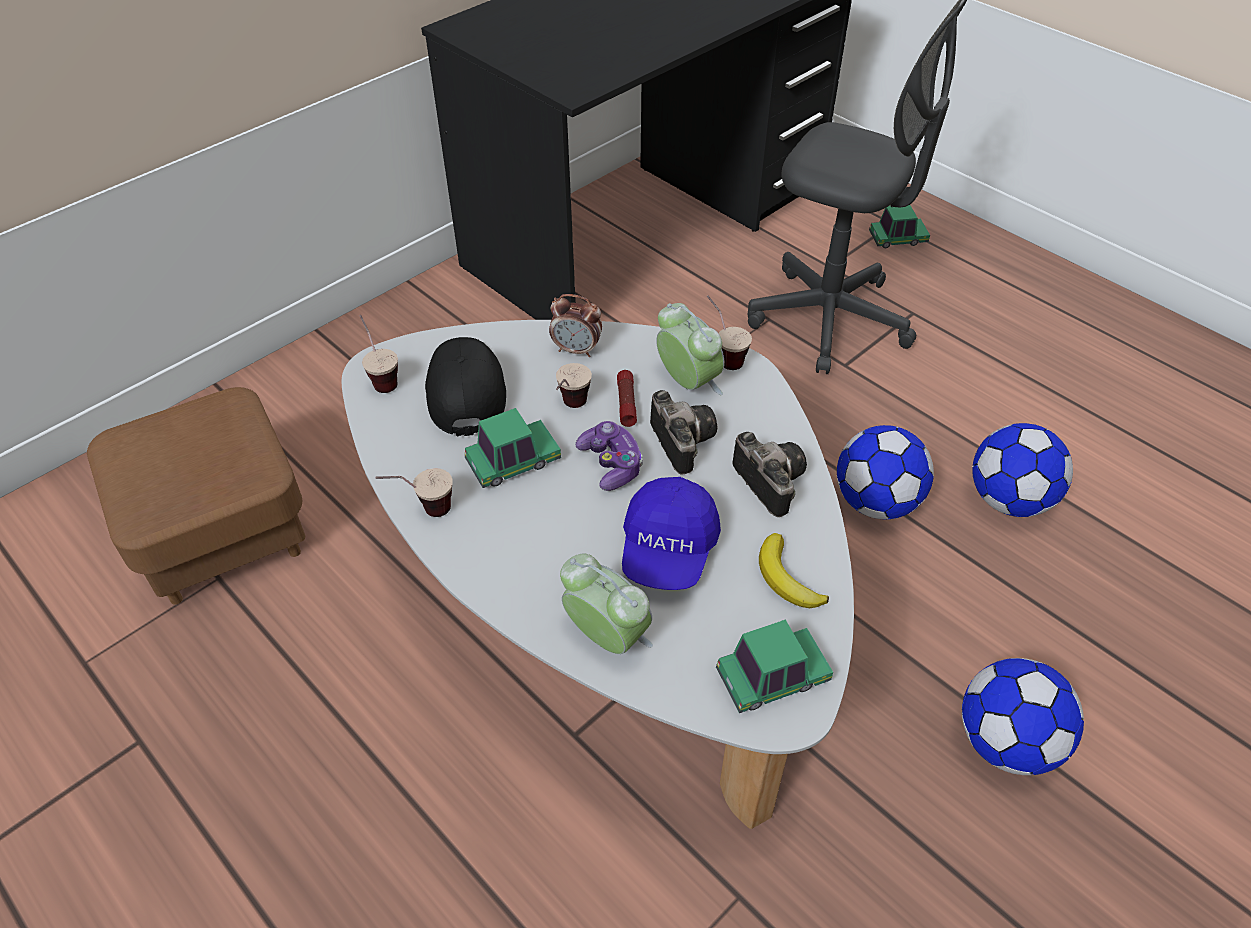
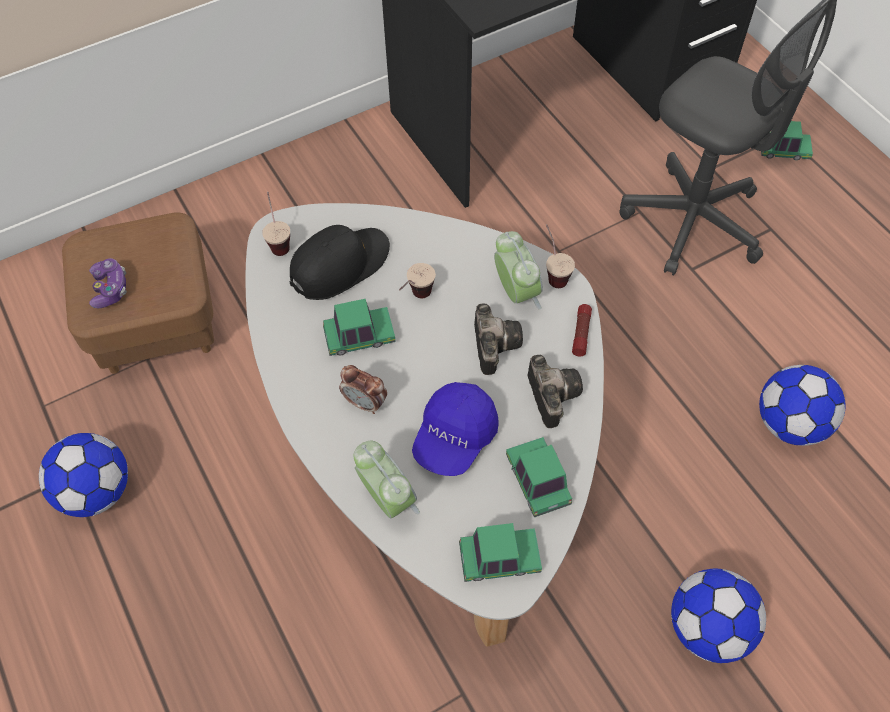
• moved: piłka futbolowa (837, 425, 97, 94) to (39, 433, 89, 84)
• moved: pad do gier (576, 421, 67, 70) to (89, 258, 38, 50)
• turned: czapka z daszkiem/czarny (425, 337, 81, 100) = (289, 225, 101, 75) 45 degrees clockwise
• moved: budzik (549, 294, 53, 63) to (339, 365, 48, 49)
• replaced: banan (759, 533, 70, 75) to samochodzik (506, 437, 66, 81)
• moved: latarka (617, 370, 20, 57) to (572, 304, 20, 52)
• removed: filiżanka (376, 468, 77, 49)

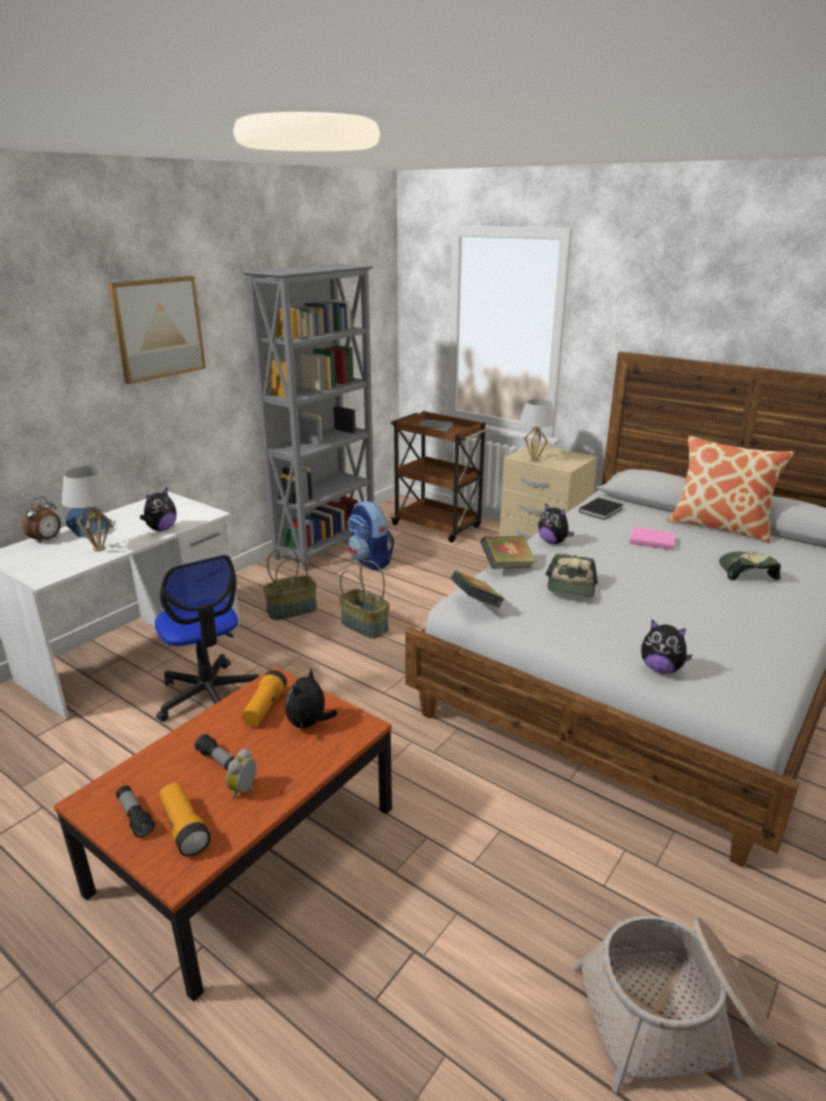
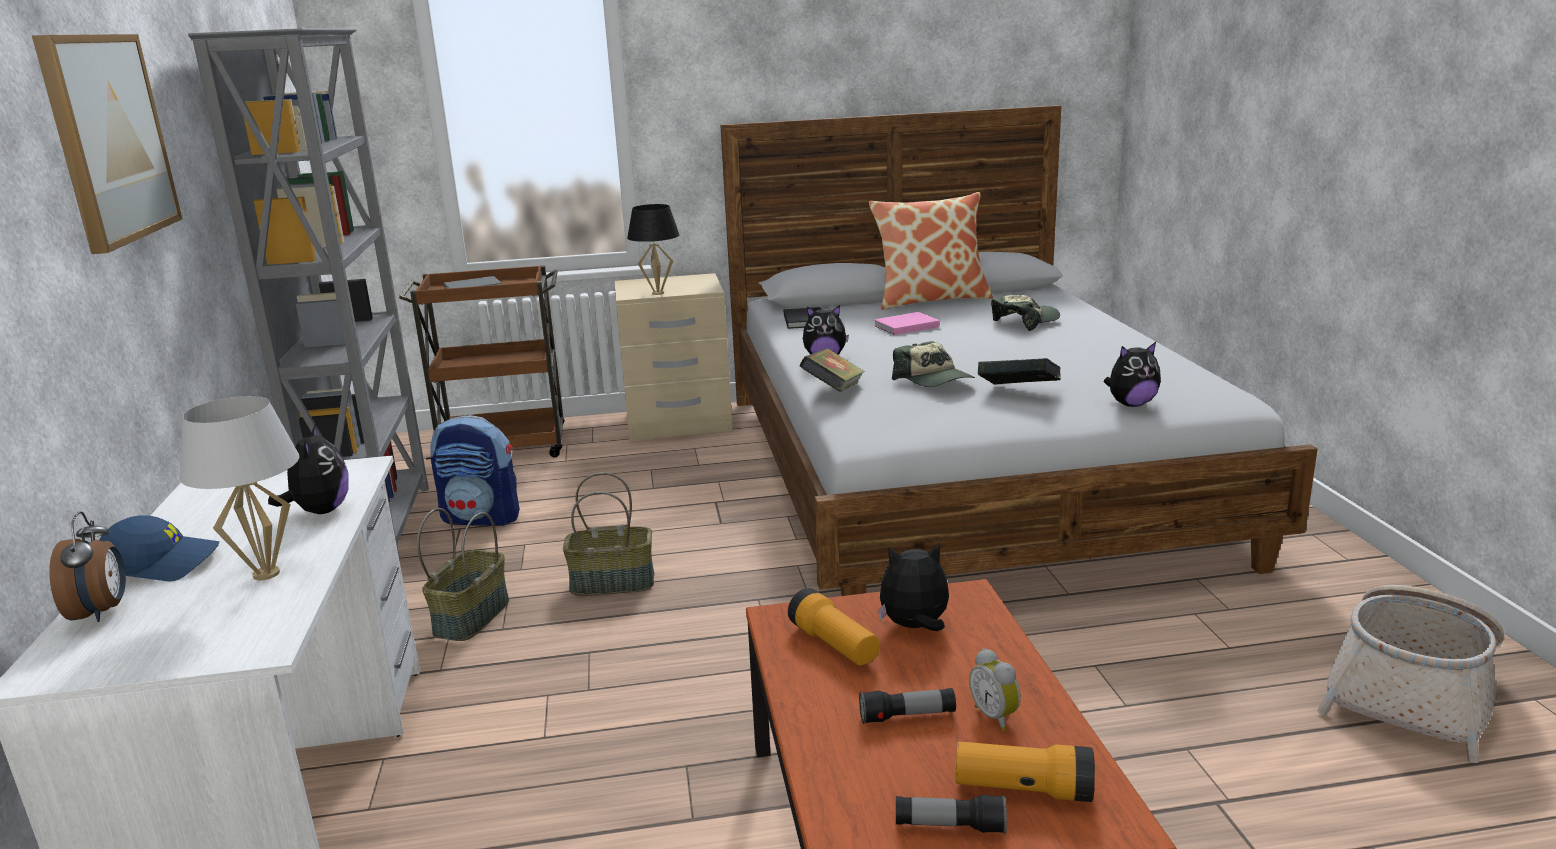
• recoloured: lampa stołowa/biały (519, 399, 37, 63) to lampa stołowa/czarny (627, 204, 52, 91)
• turned: pluszak (285, 669, 53, 61) = (878, 543, 71, 88) 105 degrees clockwise
• moved: książka (451, 571, 53, 37) to (978, 358, 83, 27)
• turned: czapka z daszkiem (719, 551, 62, 29) = (991, 295, 69, 36) 105 degrees clockwise
• removed: krzesło biurowe (155, 555, 104, 167)

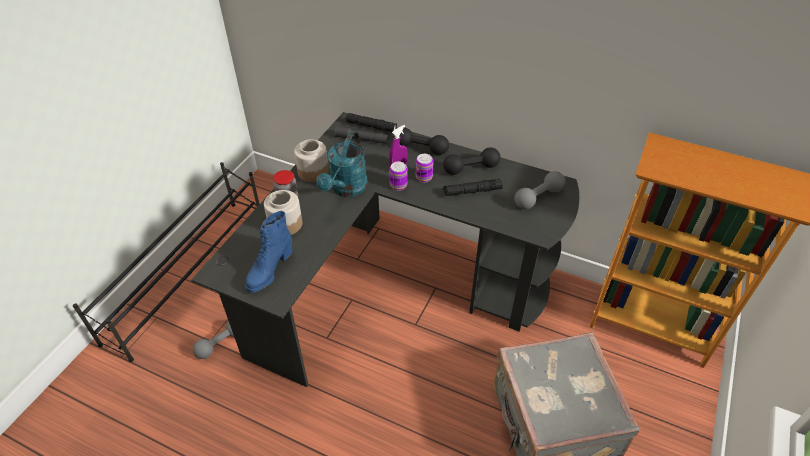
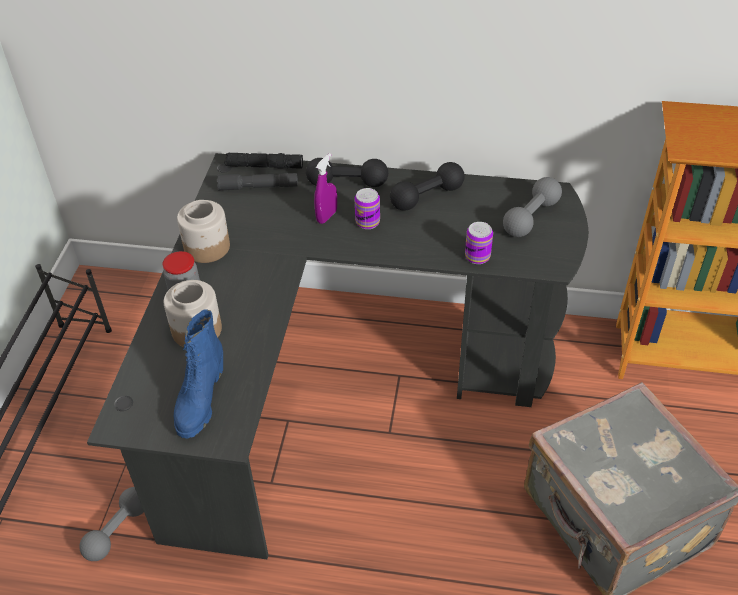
• moved: puszka (390, 161, 17, 30) to (465, 222, 28, 42)
• removed: konewka/turkusowy (316, 131, 52, 66)
• removed: latarka/czarny (443, 179, 60, 17)

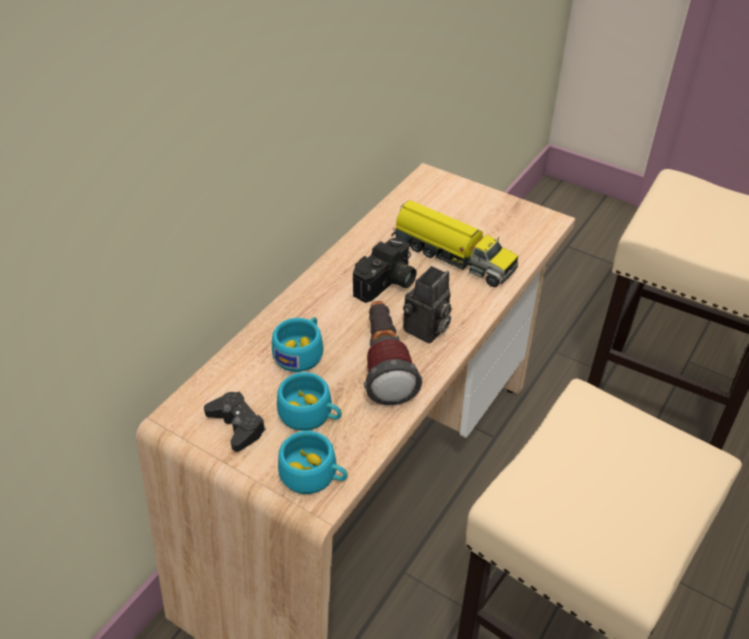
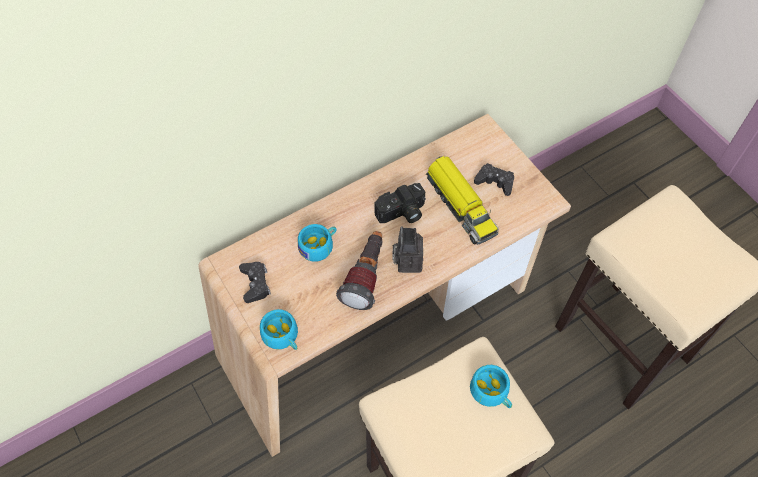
• turned: aparat fotograficzny (403, 266, 49, 78) = (393, 226, 30, 47) 120 degrees clockwise
• moved: filiżanka/turkusowy (277, 372, 65, 59) to (470, 365, 42, 43)
• added: pad do gier/czarny (474, 163, 40, 33)

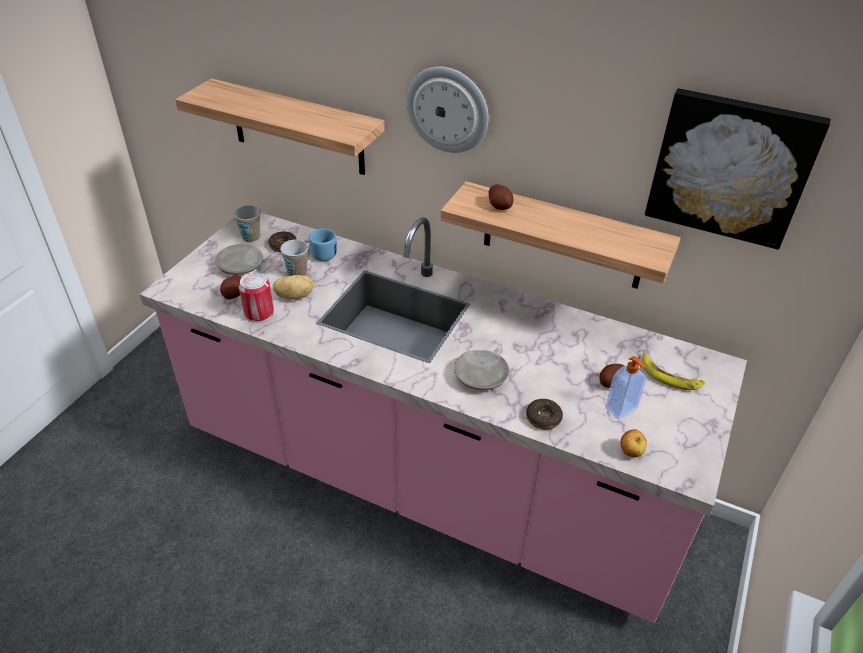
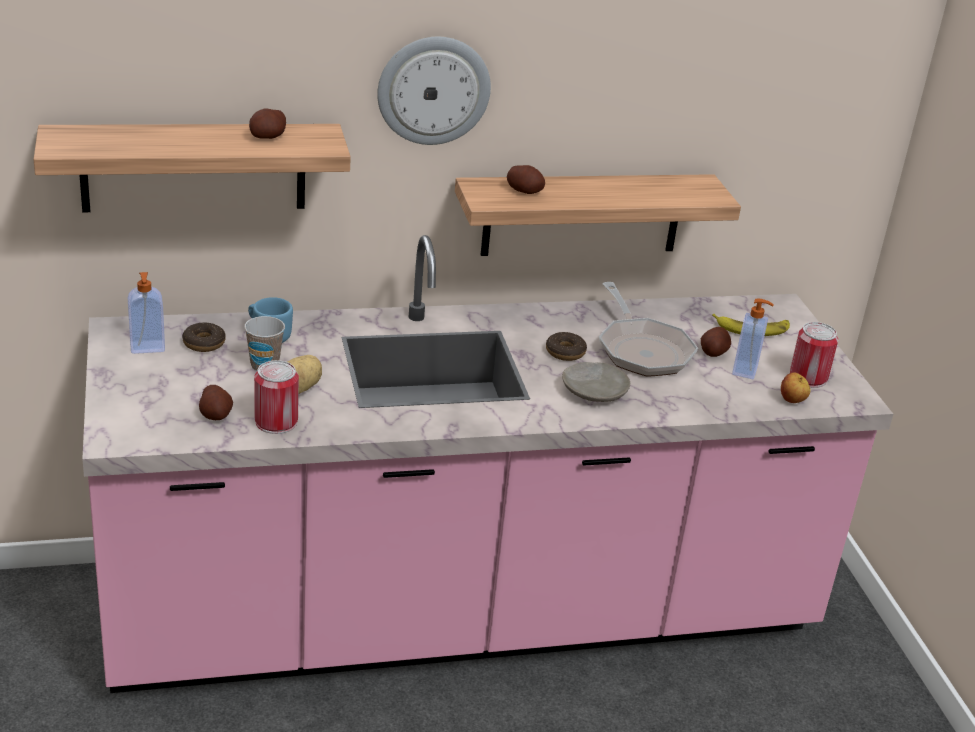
• replaced: filiżanka (234, 206, 26, 36) to dozownik mydła (128, 272, 37, 82)
• added: ziemniak (249, 108, 37, 31)
• moved: donut (526, 399, 37, 31) to (546, 332, 41, 29)
• added: patelnia (599, 282, 99, 95)
• added: puszka (790, 322, 48, 66)
• removed: talerz/beżowy (215, 244, 48, 31)
• removed: obraz (645, 88, 186, 162)

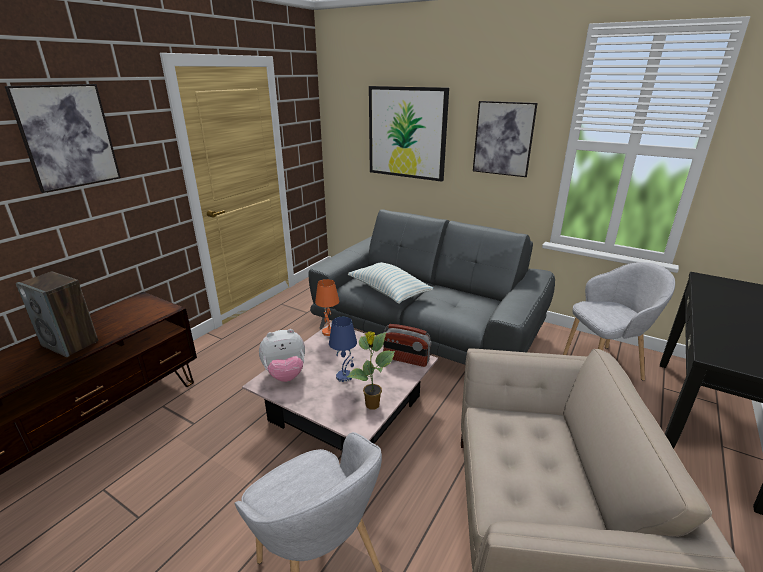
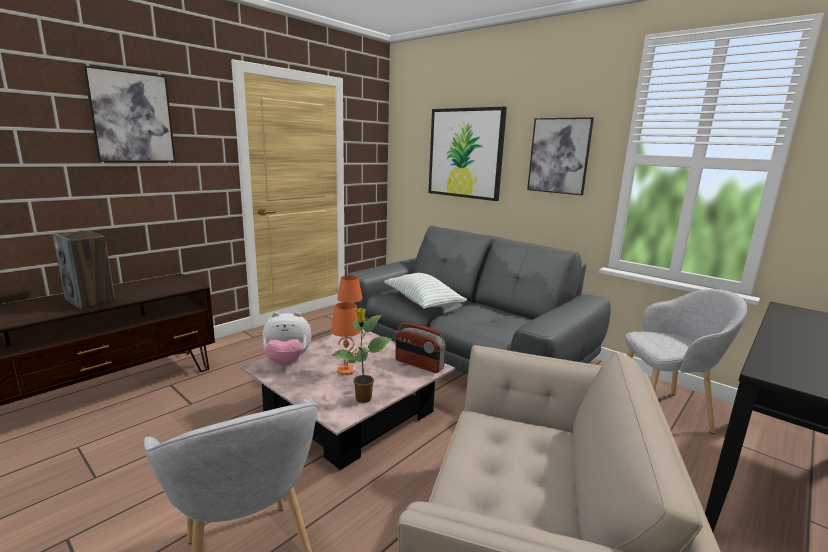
• recoloured: lampa stołowa/niebieski (329, 317, 28, 65) to lampa stołowa/pomarańczowy (331, 302, 30, 74)

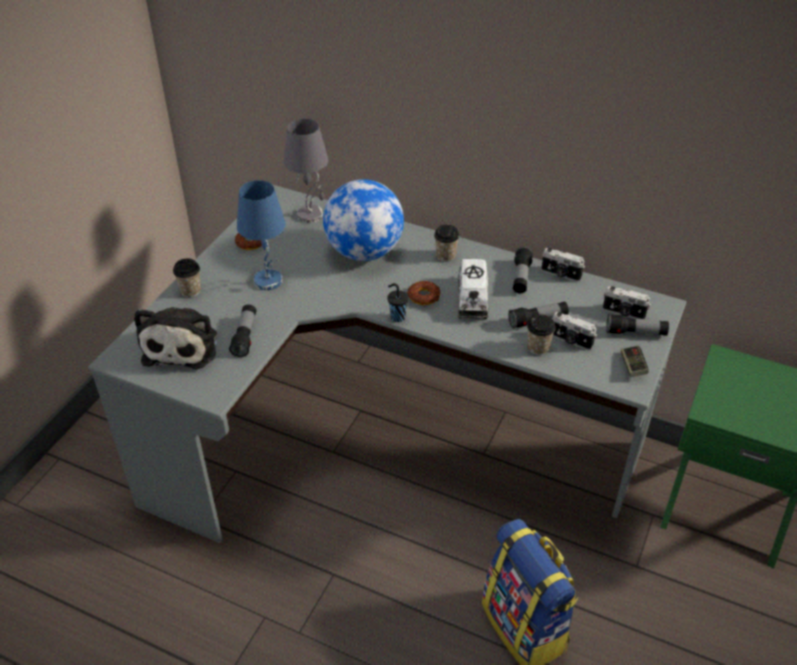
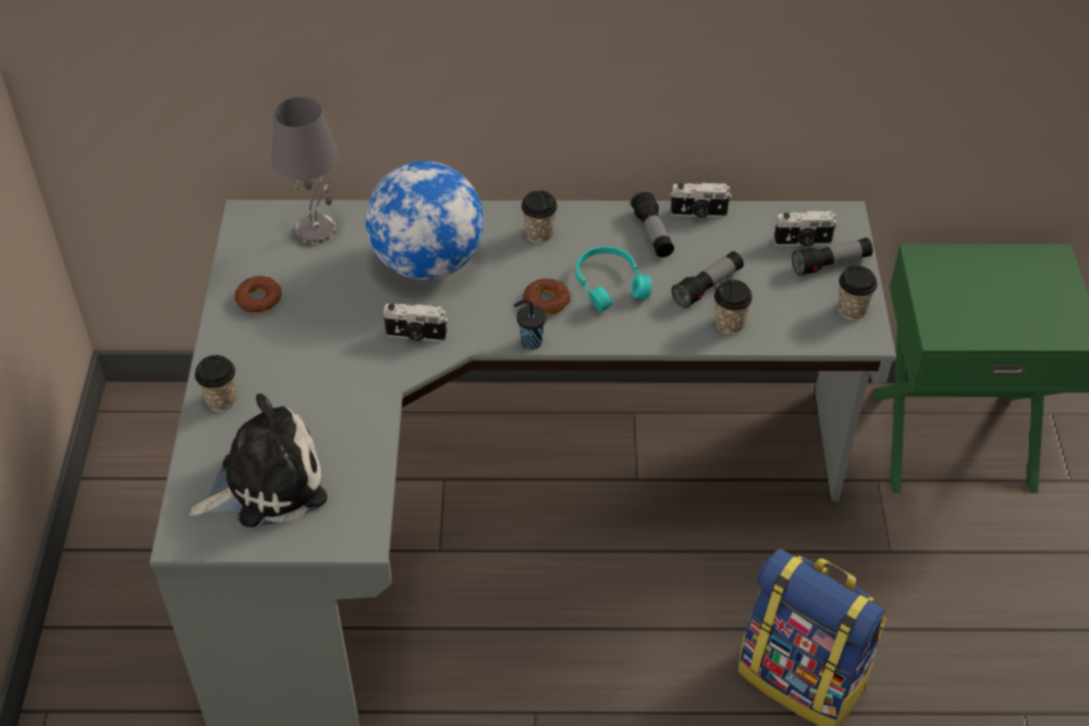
• turned: pluszak (134, 307, 83, 62) = (190, 394, 137, 133) 90 degrees counterclockwise
• moved: aparat fotograficzny (552, 312, 45, 38) to (382, 303, 66, 39)
• replaced: ciężarówka zabawkowa (458, 259, 30, 60) to słuchawki/turkusowy (576, 246, 76, 66)
• replaced: pad do gier (621, 345, 28, 32) to filiżanka (838, 266, 39, 54)
• removed: latarka (229, 304, 27, 53)
• removed: lampa stołowa/niebieski (237, 180, 49, 110)

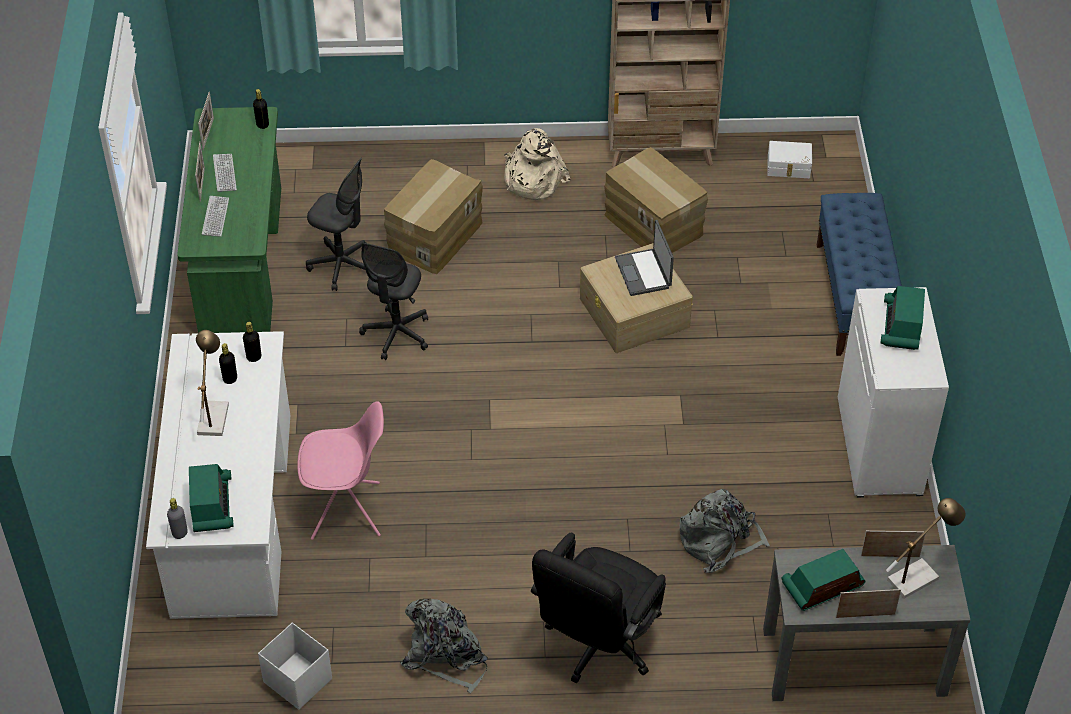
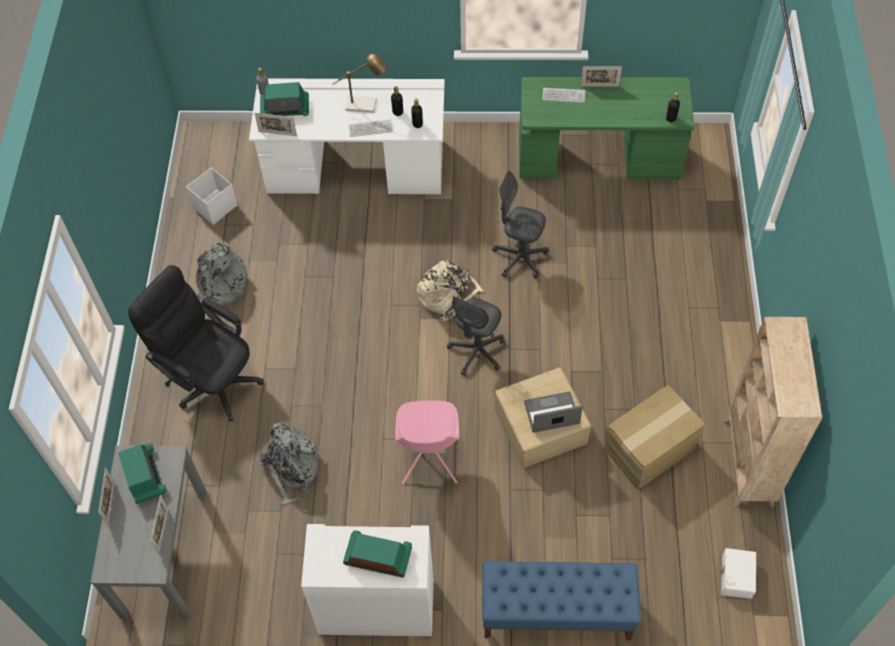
• moved: ramka na zdjęcie (198, 92, 16, 58) to (255, 113, 42, 23)
• moved: klawiatura (213, 154, 24, 38) to (349, 119, 44, 18)
• moved: krzesło/różowy (297, 401, 87, 139) to (395, 400, 64, 84)
• moved: plecak/beżowy (504, 128, 66, 72) to (417, 260, 66, 61)
• moved: krzesło biurowe/szary (306, 158, 60, 133) to (447, 296, 57, 80)
• removed: karton (384, 159, 99, 115)
• removed: lampa stołowa (886, 498, 79, 101)

